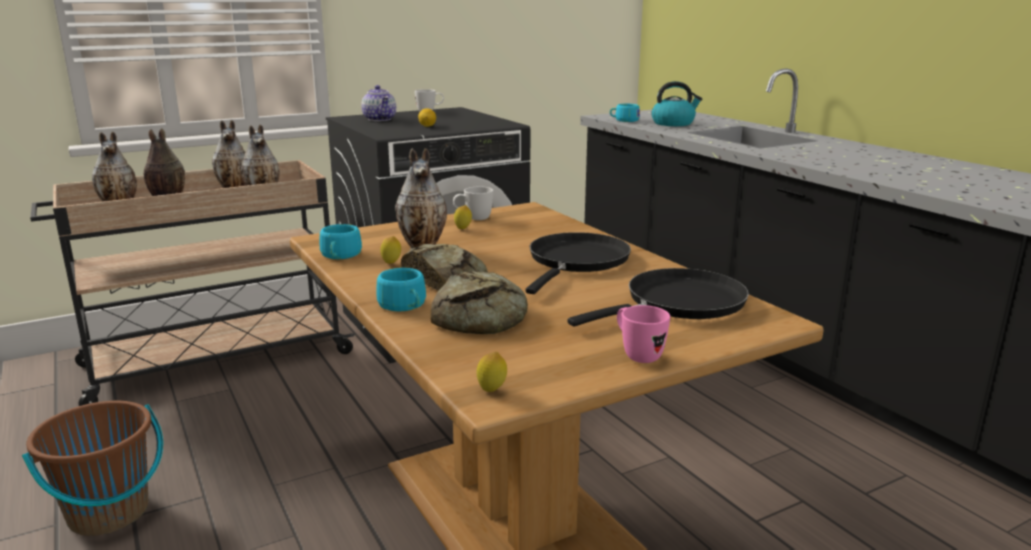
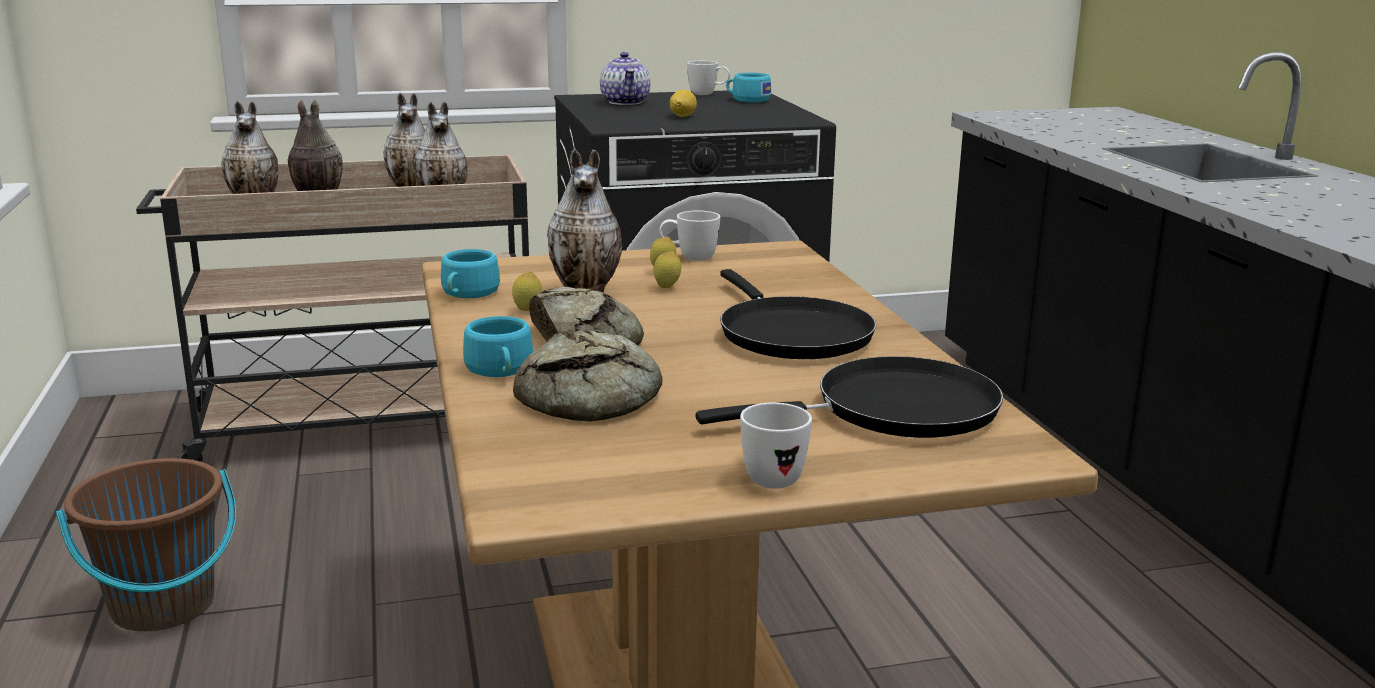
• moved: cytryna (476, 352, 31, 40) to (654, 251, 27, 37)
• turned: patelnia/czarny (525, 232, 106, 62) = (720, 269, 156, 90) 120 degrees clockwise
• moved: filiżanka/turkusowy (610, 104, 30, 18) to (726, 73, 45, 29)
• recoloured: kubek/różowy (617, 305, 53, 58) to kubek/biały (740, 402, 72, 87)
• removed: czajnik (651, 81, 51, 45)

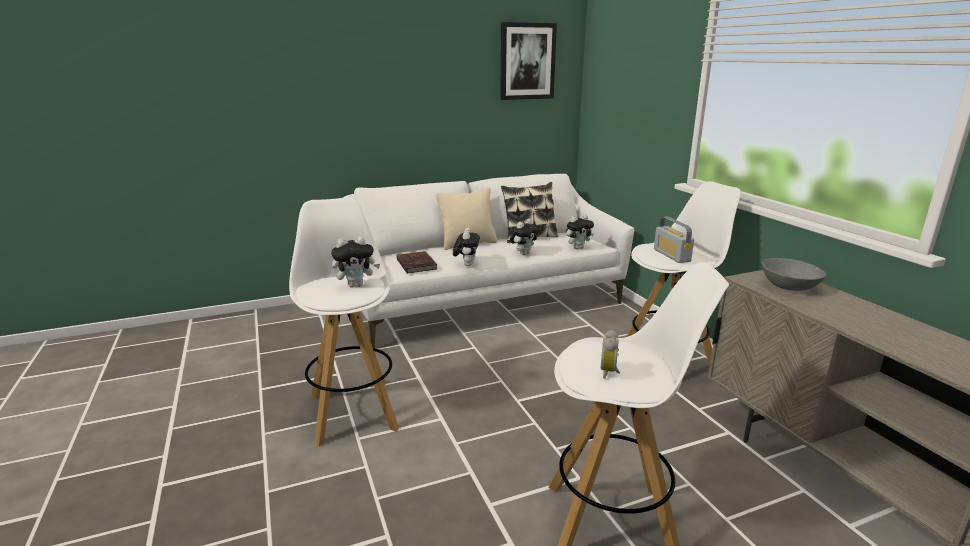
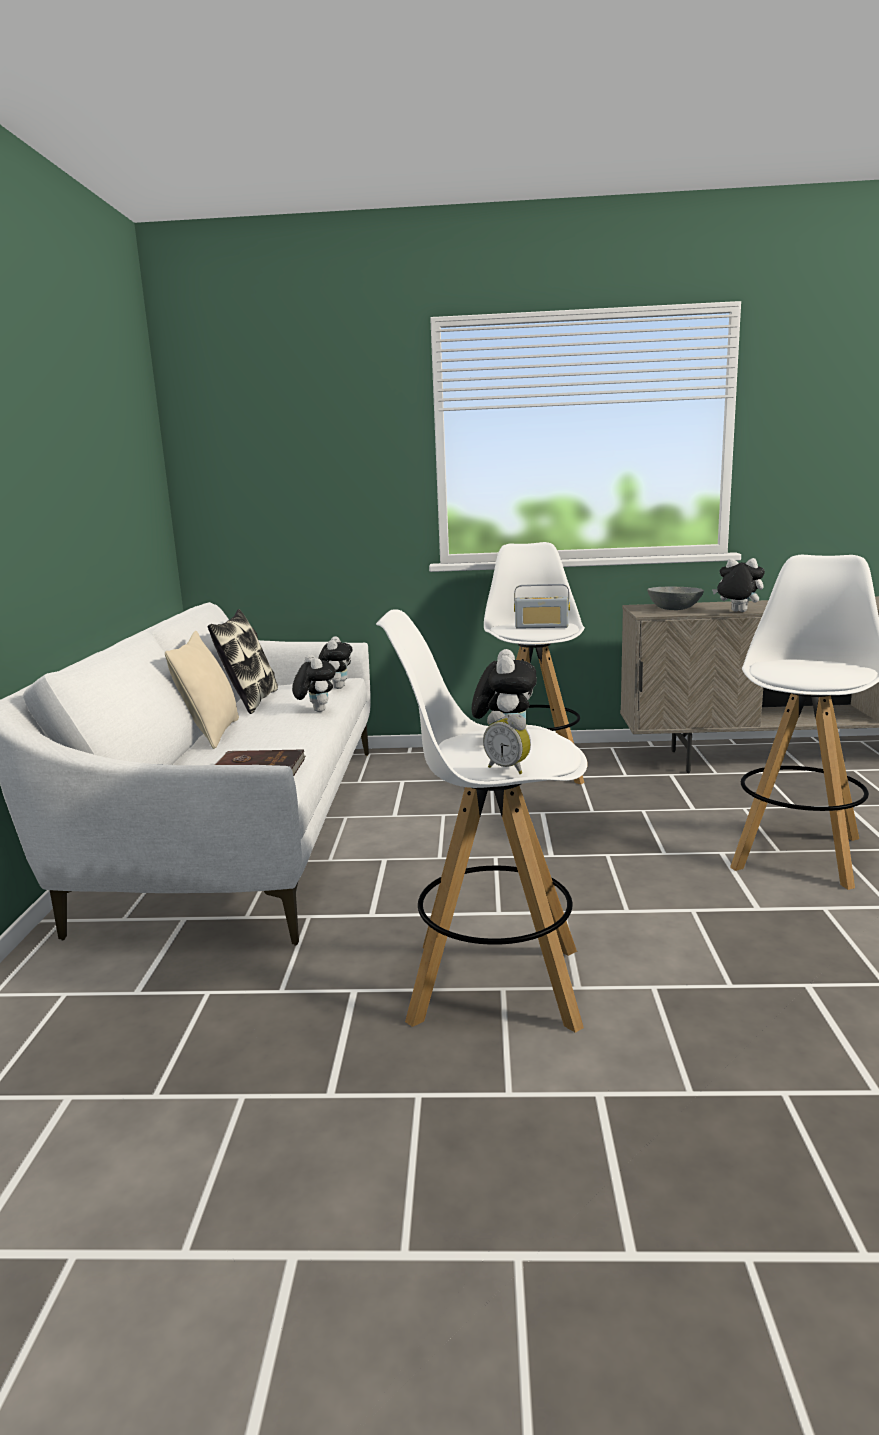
• moved: budzik (601, 330, 19, 49) to (483, 711, 48, 63)
• moved: pluszak (453, 228, 27, 38) to (712, 558, 53, 54)
• removed: obraz (500, 22, 57, 78)

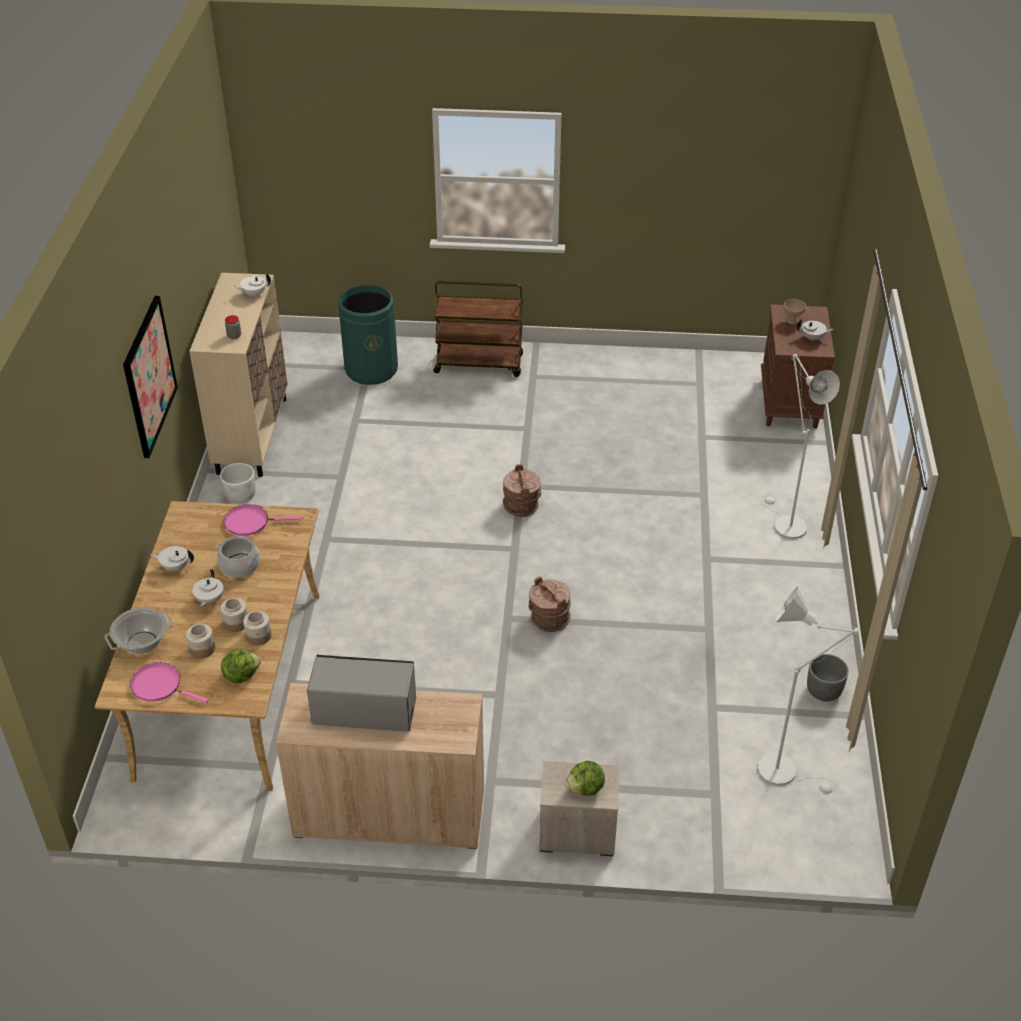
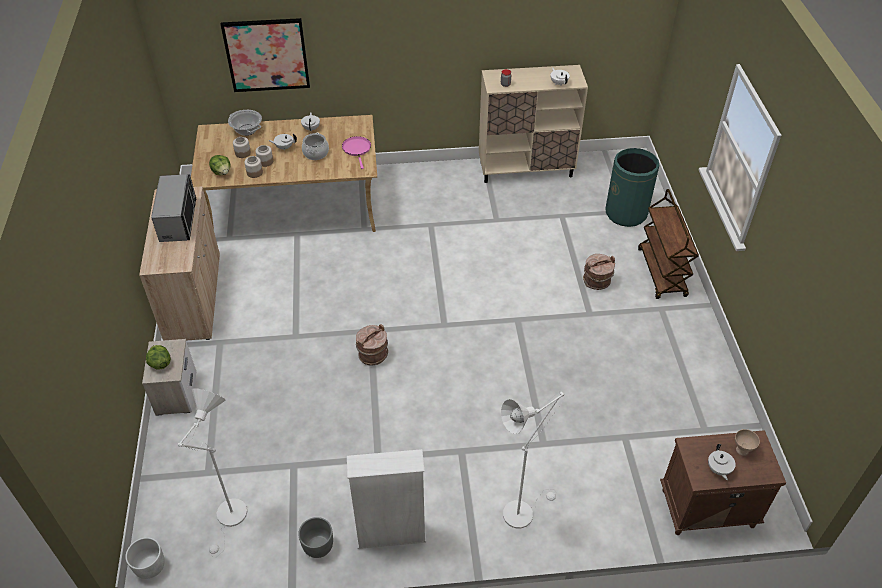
• moved: donica/biały (220, 463, 36, 40) to (125, 537, 40, 42)
• moved: obraz (123, 296, 55, 162) to (220, 18, 90, 74)
• added: regał/biały (347, 449, 79, 100)
• moved: wiadro/brązowy (503, 464, 38, 53) to (583, 254, 32, 36)
• removed: patelnia/różowy (130, 662, 79, 41)

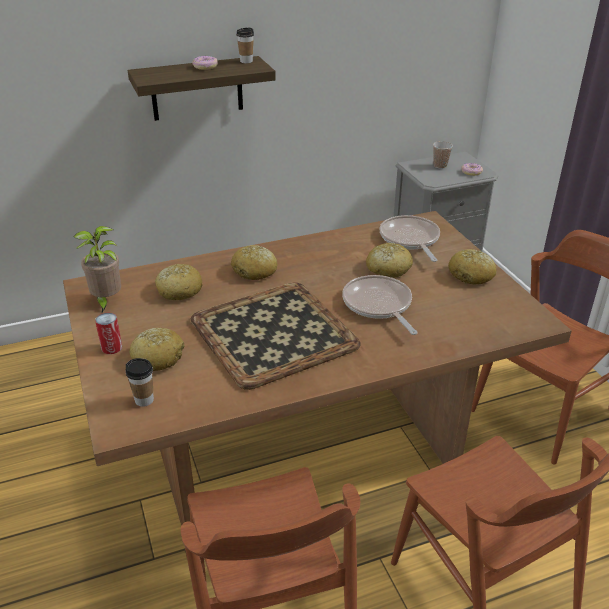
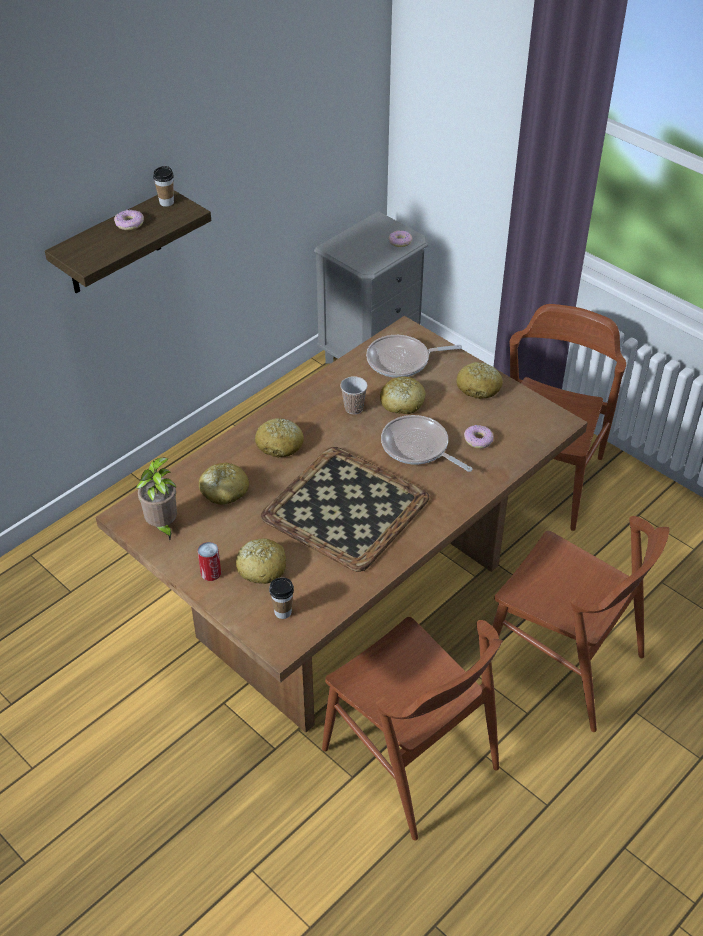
• moved: filiżanka (433, 141, 20, 28) to (340, 376, 28, 38)
• turned: patelnia (379, 215, 61, 47) = (366, 335, 96, 43) 60 degrees counterclockwise
• added: donut (464, 425, 29, 24)

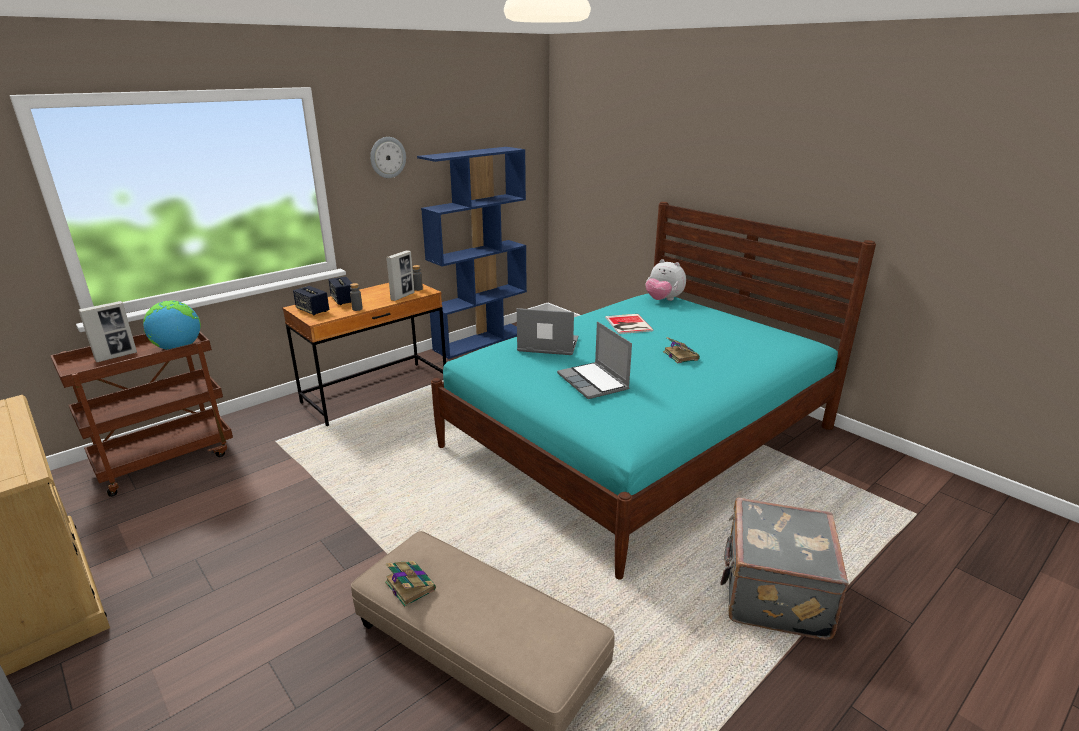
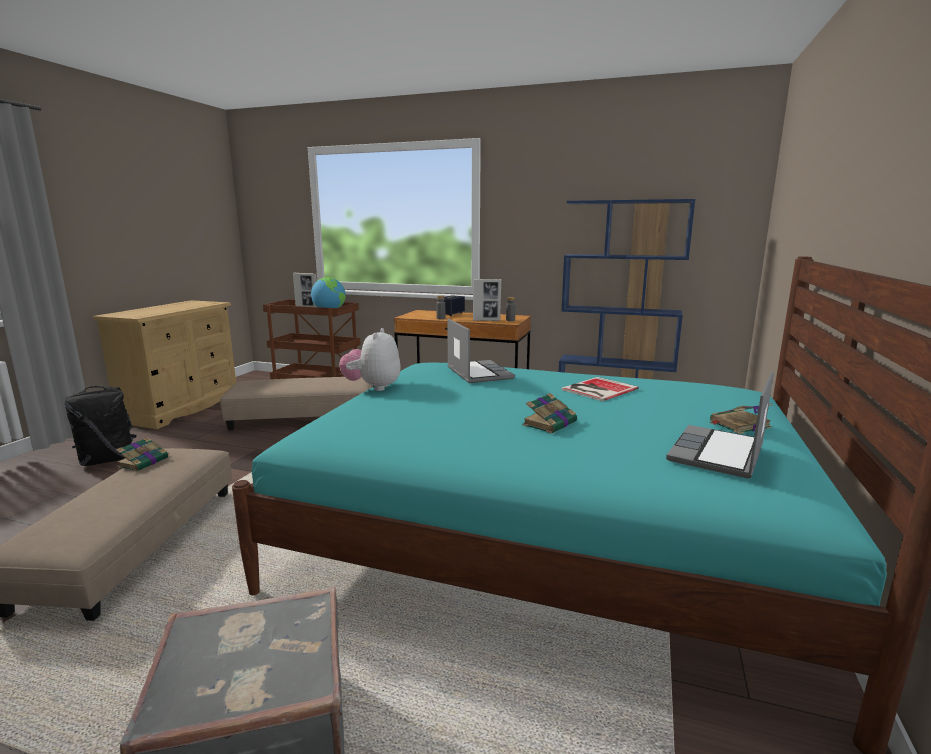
• added: plecak/czarny (64, 386, 73, 80)
• added: pufa/beżowy (220, 377, 153, 53)
• moved: pluszak (646, 259, 40, 42) to (339, 328, 62, 63)
• moved: laptop (557, 321, 75, 78) to (666, 371, 108, 108)
• added: książka (709, 403, 63, 31)
• removed: głośnik (293, 286, 36, 29)
• removed: zegar ścienny (370, 137, 36, 41)

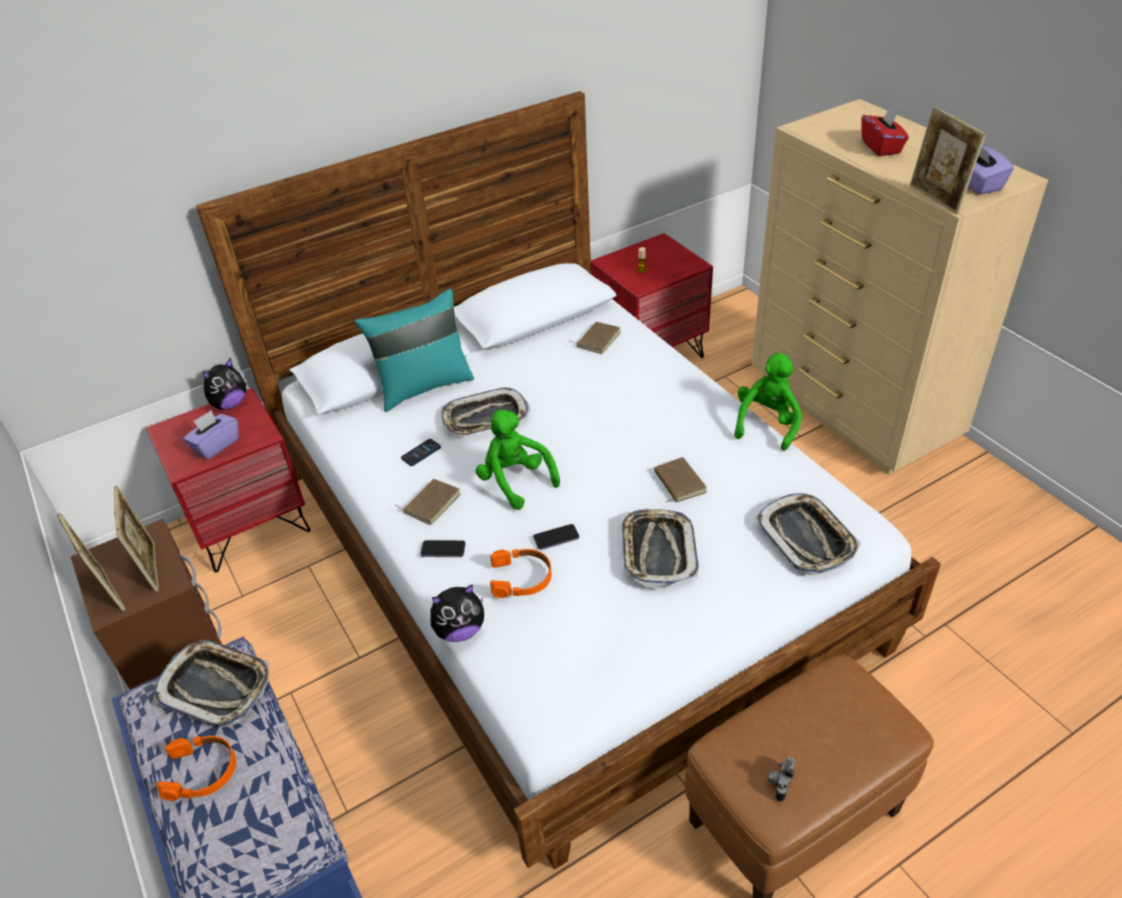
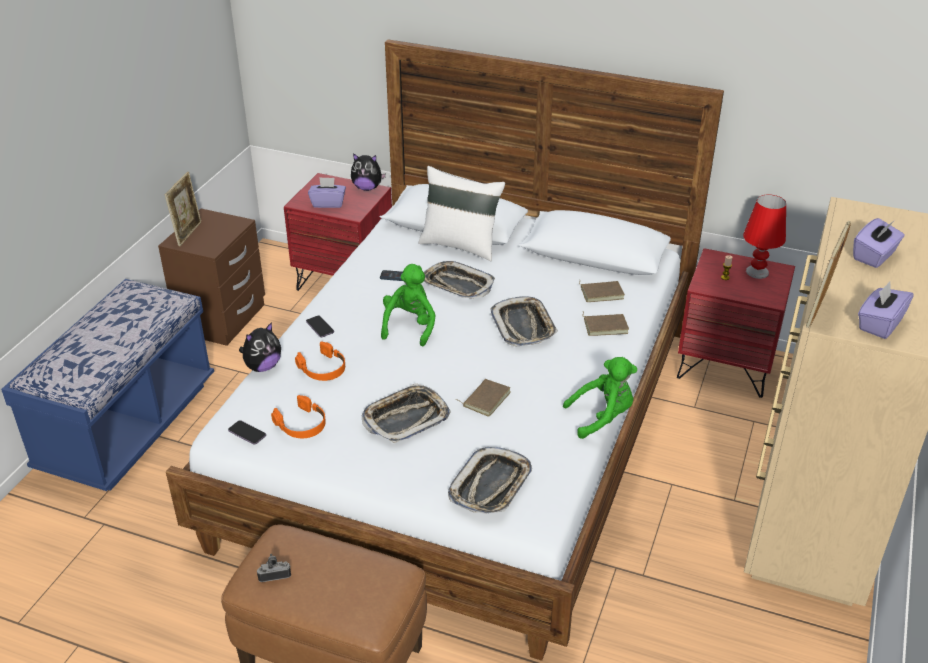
• moved: telefon (533, 524, 46, 26) to (228, 420, 38, 25)
• turned: pluszak (431, 584, 53, 58) = (239, 322, 42, 50) 75 degrees counterclockwise
• moved: słuchawki/pomarańczowy (156, 736, 80, 65) to (271, 395, 55, 43)
• recoloured: poduszka/turkusowy (355, 288, 119, 124) to poduszka/biały (418, 166, 87, 95)
• moved: taca (153, 640, 116, 88) to (490, 296, 68, 50)
• moved: książka/brązowy (395, 479, 66, 46) to (583, 311, 46, 25)
• added: lampa stołowa/czerwony (743, 194, 43, 85)
• recoloured: pudełko chusteczek/czerwony (861, 106, 48, 50) to pudełko chusteczek/fioletowy (853, 218, 52, 50)
• removed: ramka na zdjęcie (114, 486, 45, 106)

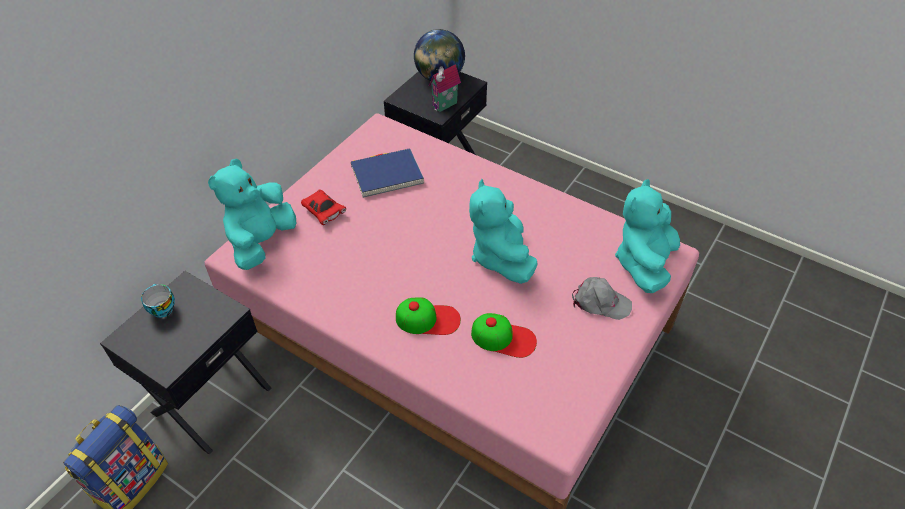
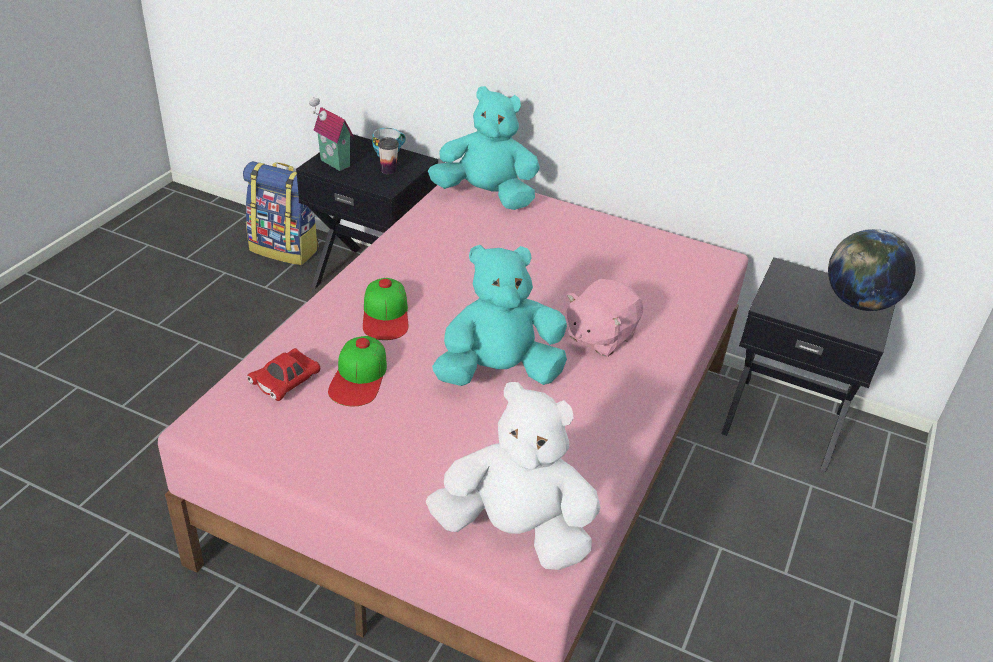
• moved: samochodzik/czerwony (301, 189, 45, 36) to (247, 348, 73, 53)
• moved: domek (429, 64, 32, 48) to (309, 97, 45, 74)
• added: filiżanka (378, 137, 21, 37)
• recoloured: pluszak/turkusowy (615, 179, 65, 114) to pluszak/biały (426, 382, 175, 188)
• added: pluszak/różowy (566, 279, 78, 78)
• removed: książka/niebieski (351, 148, 73, 50)
• removed: czapka z daszkiem/szary (572, 277, 60, 43)

